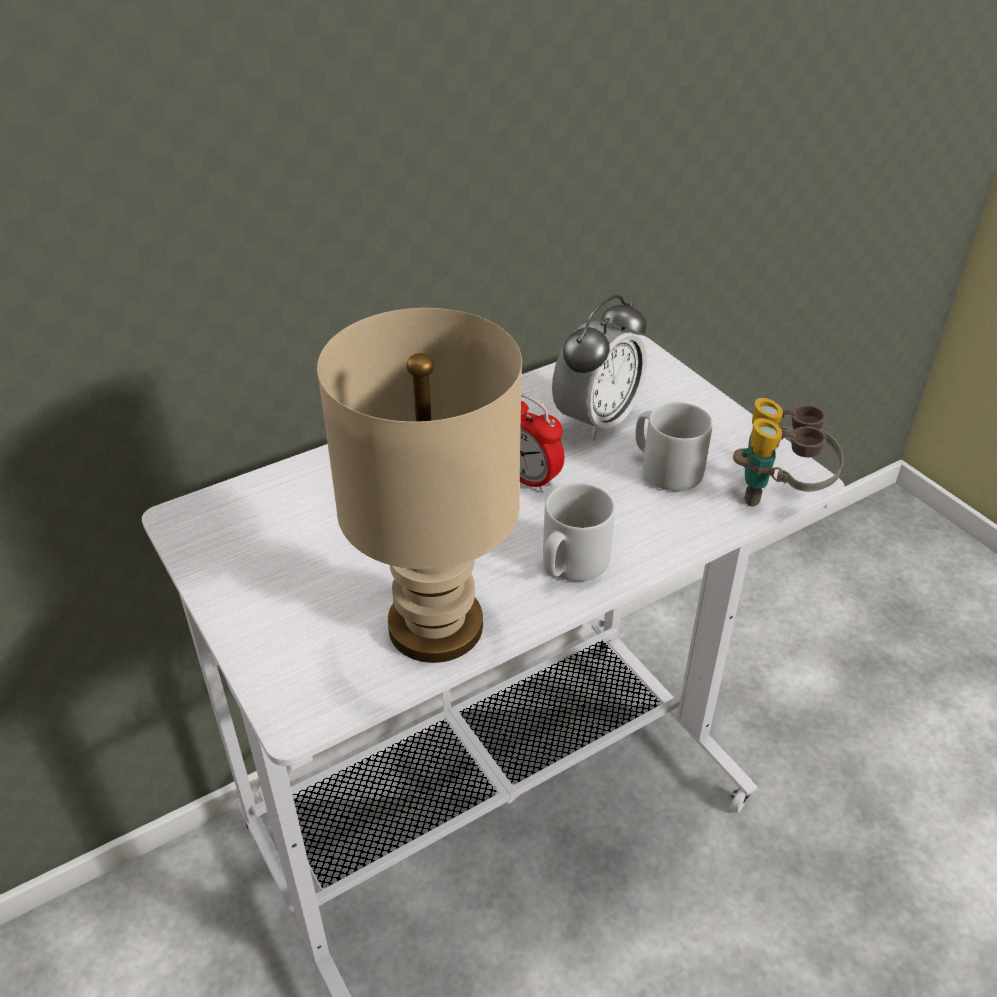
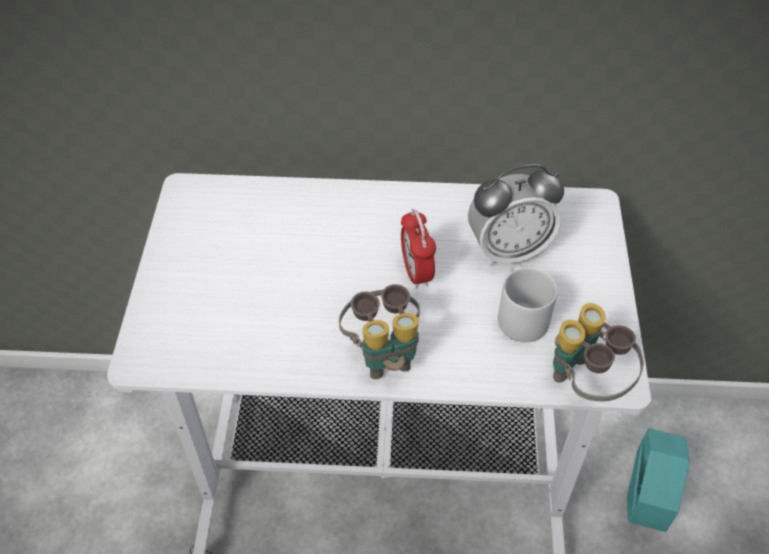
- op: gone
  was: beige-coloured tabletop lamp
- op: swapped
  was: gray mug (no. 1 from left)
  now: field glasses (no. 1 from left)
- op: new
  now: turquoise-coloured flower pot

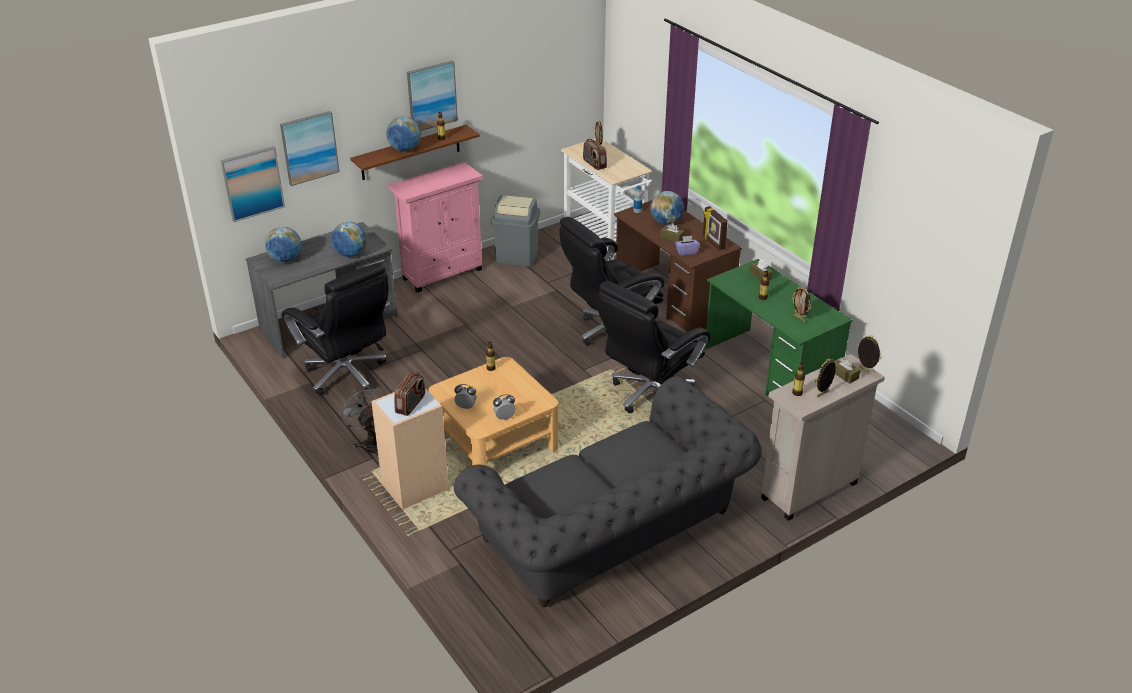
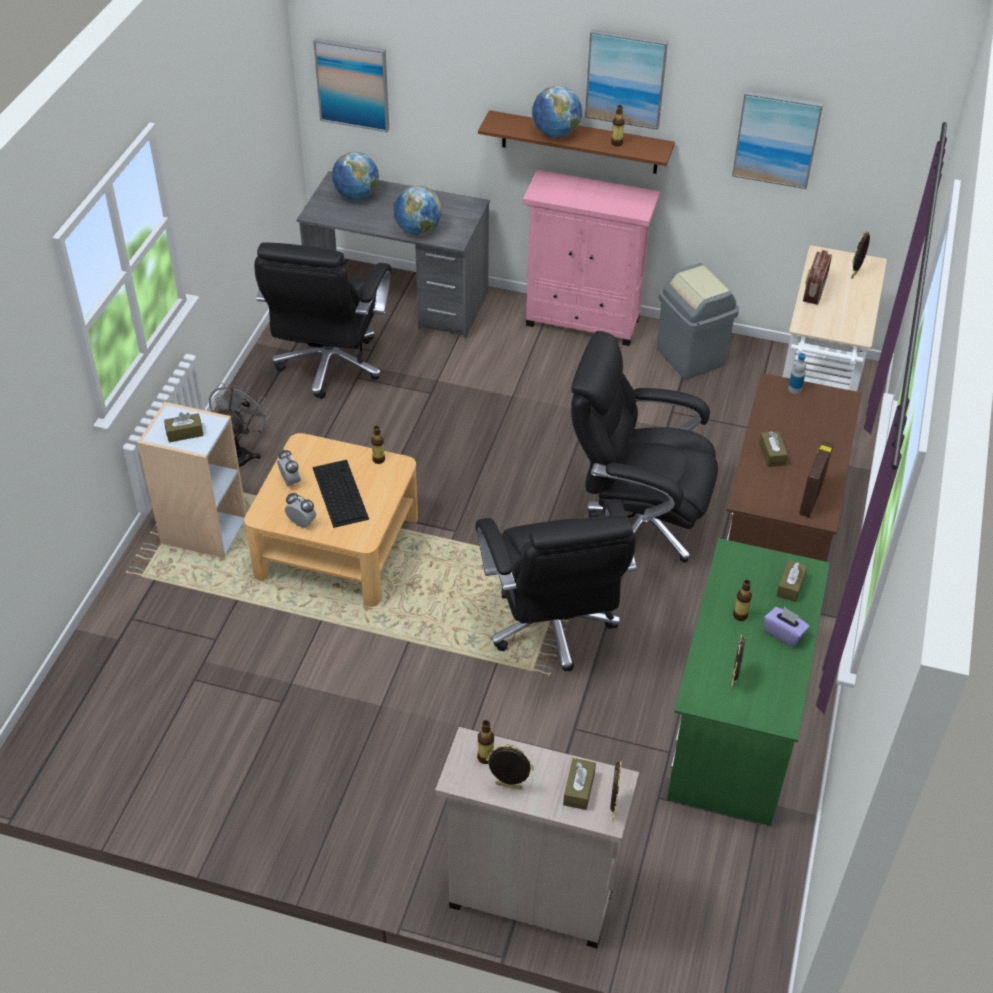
- op: shifted
  was: wall art (no. 2 from left in the first image)
  now: wall art (no. 3 from left)
- op: swapped
  was: radio (no. 1 from left)
  now: brown-coloured box of tissues (no. 1 from left)
- op: gone
  was: gray sofa
- op: rotated
  was: blackish computer chair (no. 3 from left in the first image)
  clockwise: -105
- op: gone
  was: desk globe (no. 4 from left)
- op: shifted
  was: purple-coloured box of tissues
- op: new
  now: computer keyboard

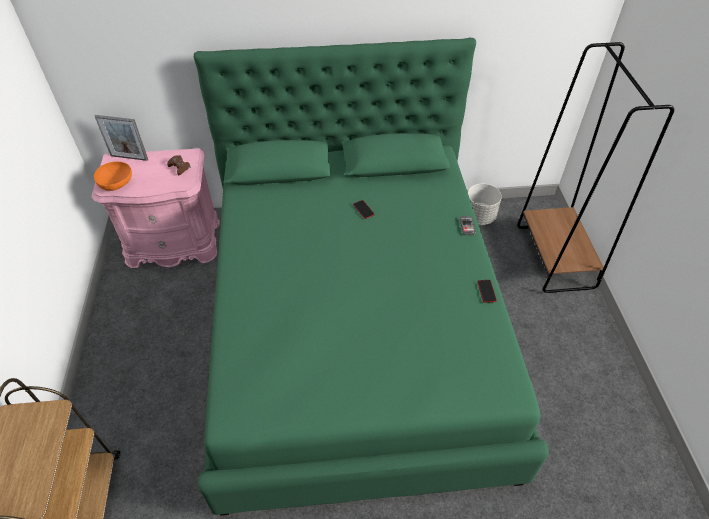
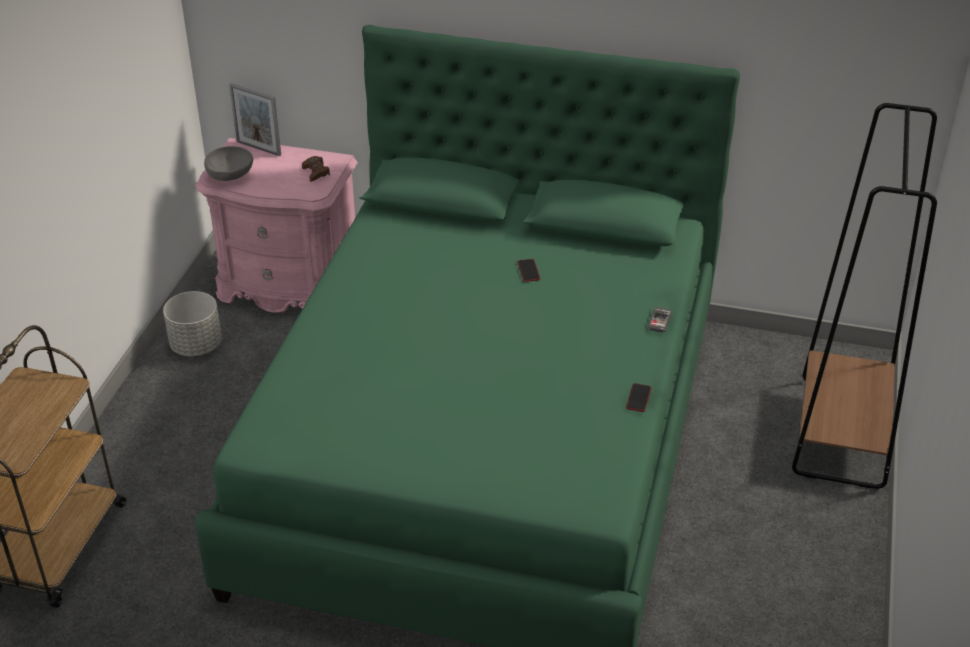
- op: repainted
  was: orange deep dish
  now: gray deep dish
- op: shifted
  was: gray flower pot

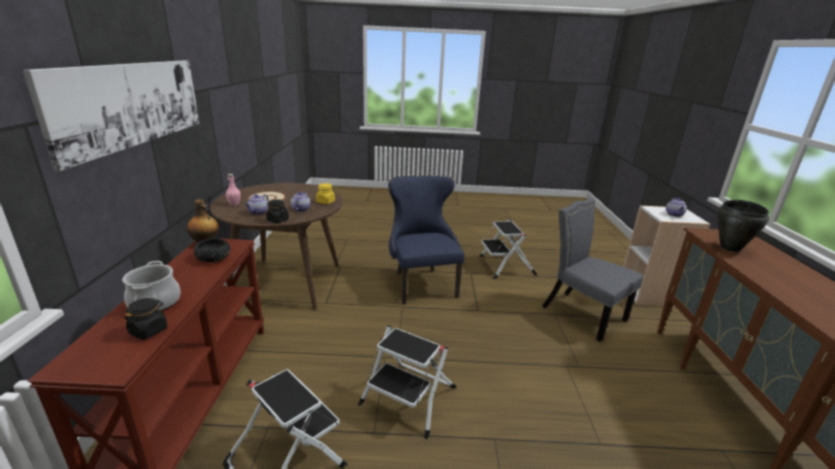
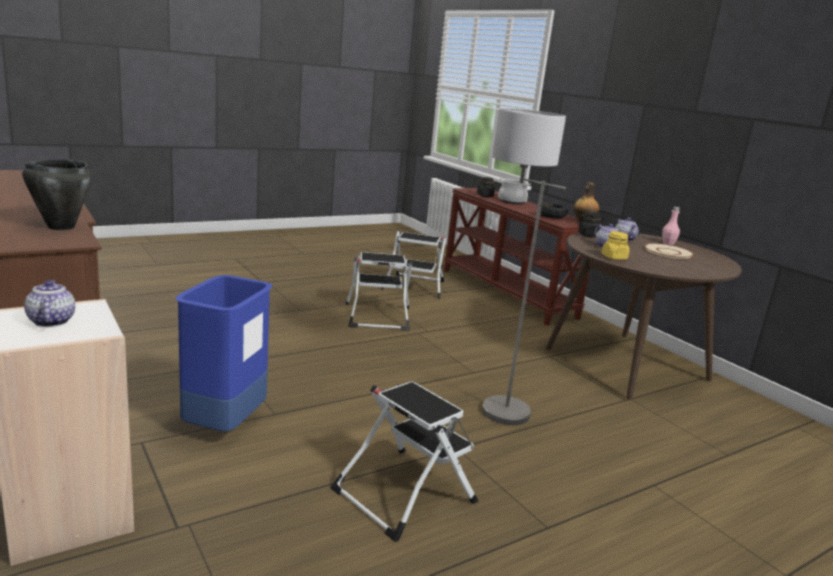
- op: gone
  was: wall art
- op: swapped
  was: bluish chair
  now: gray standing lamp
- op: swapped
  was: gray chair
  now: bluish waste bin

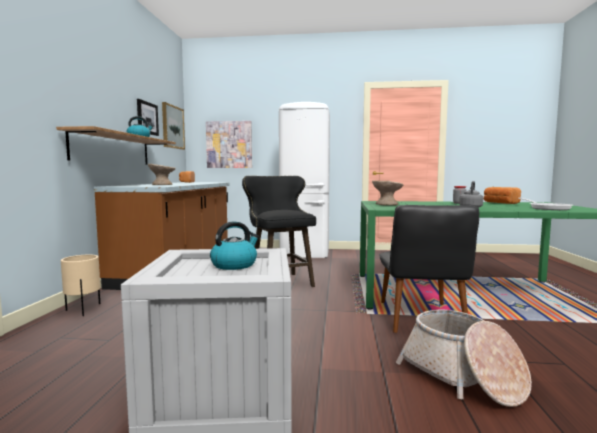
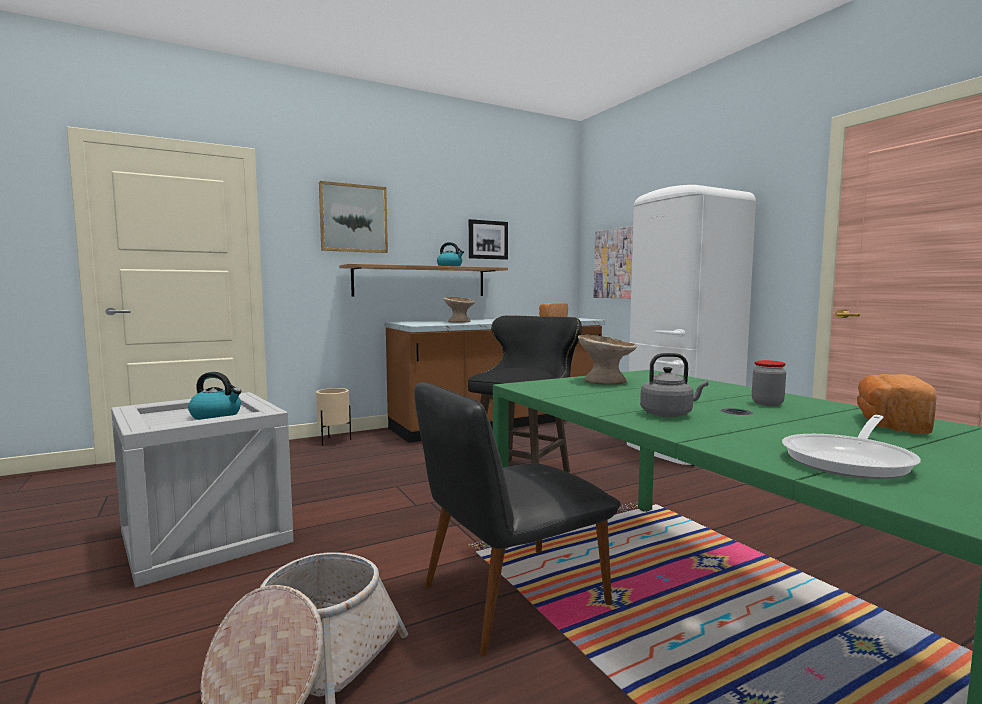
- op: shifted
  was: wall art (no. 2 from left in the first image)
  now: wall art (no. 1 from left)

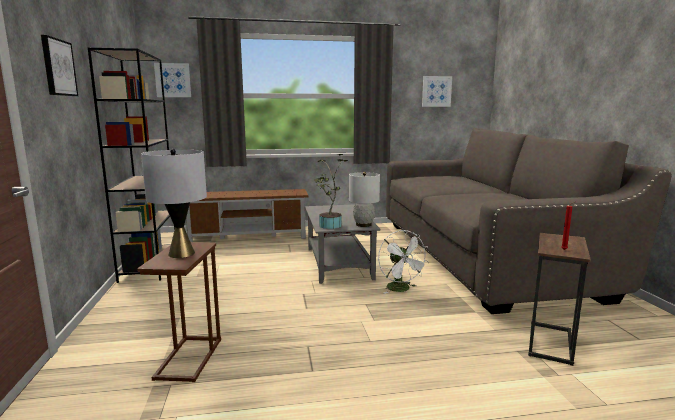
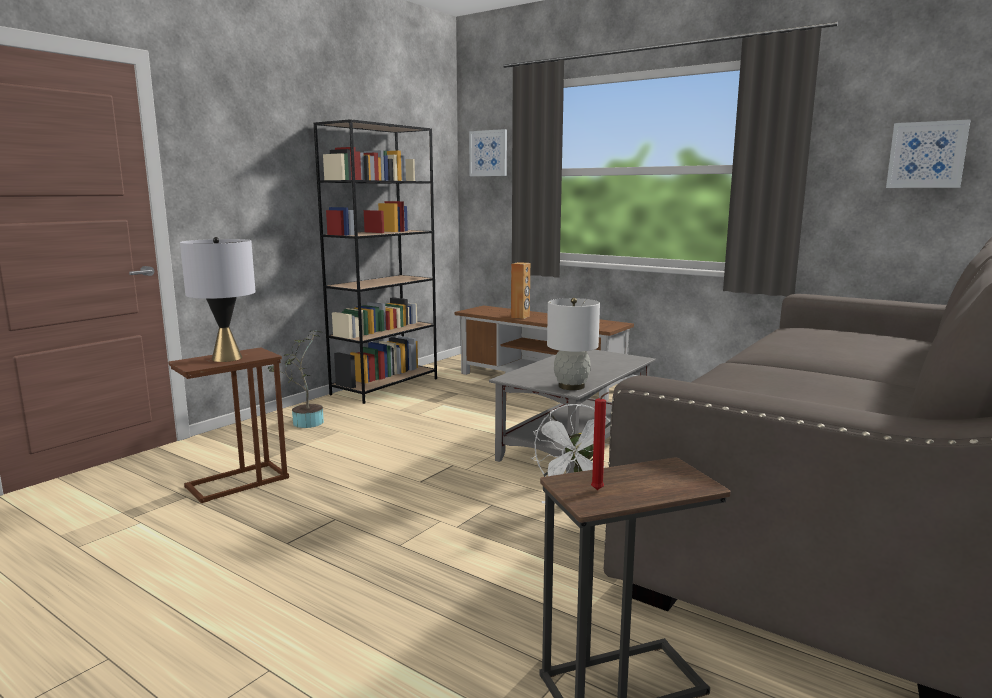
- op: gone
  was: wall art (no. 1 from left)
- op: shifted
  was: houseplant
- op: new
  now: brown-coloured speaker

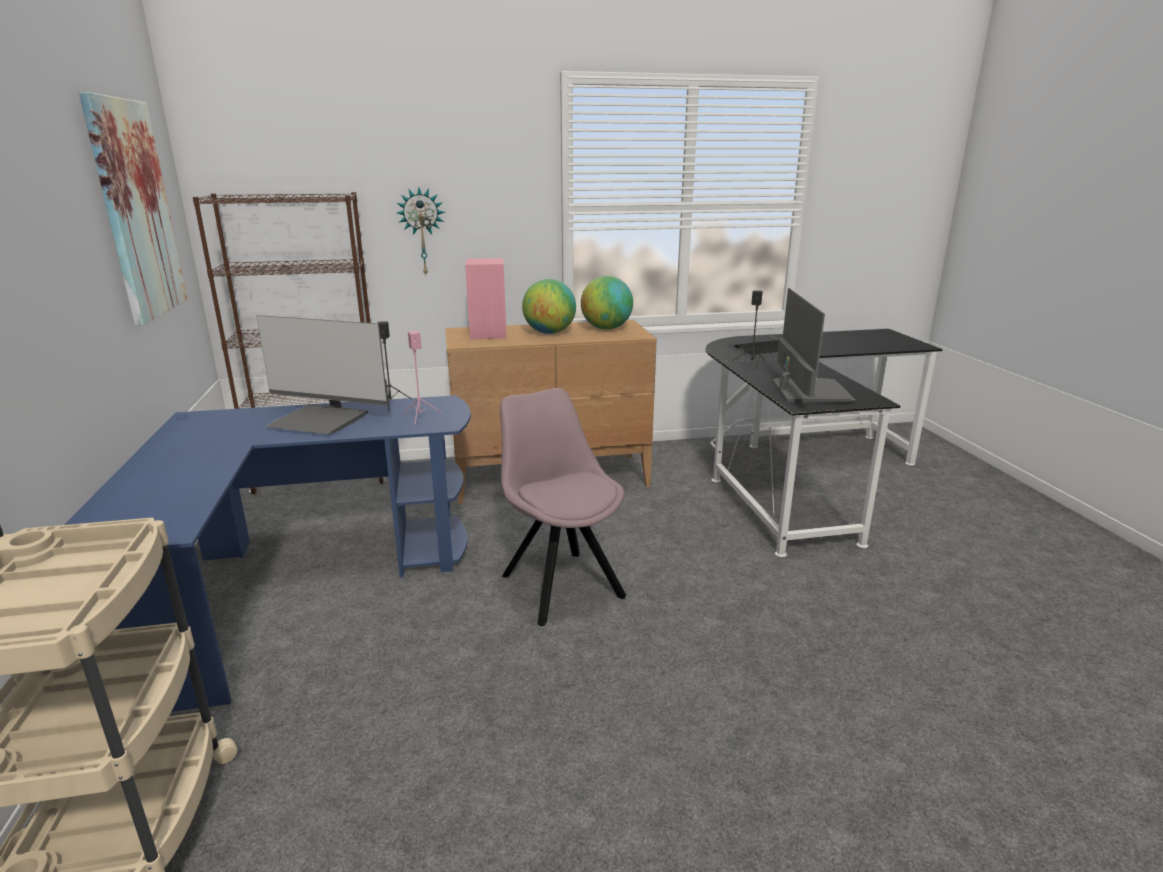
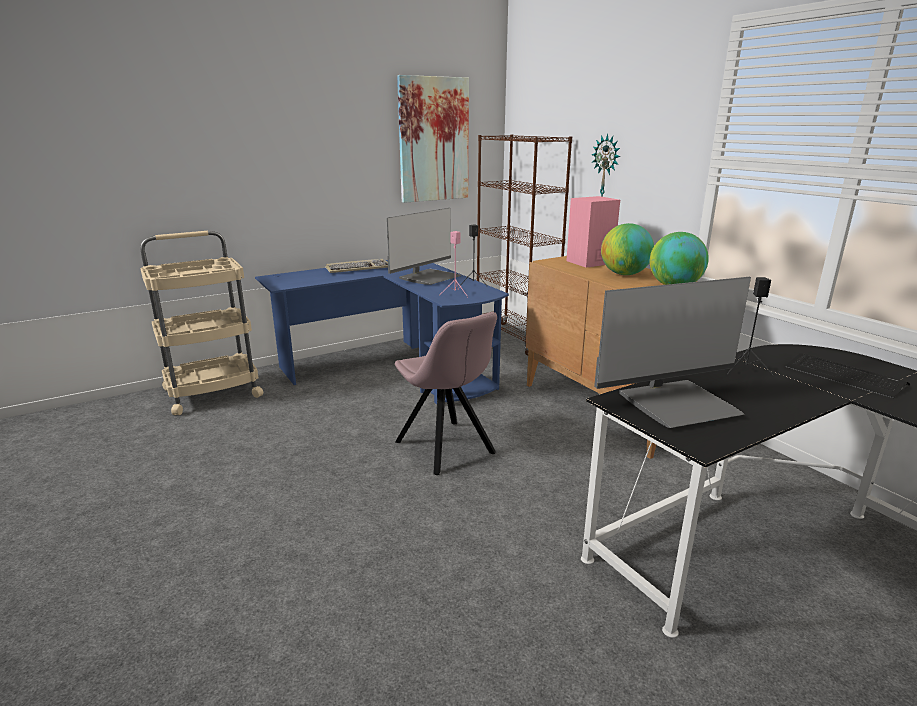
- op: rotated
  was: computer screen (no. 1 from left)
  clockwise: -135
- op: rotated
  was: pink chair
  clockwise: 105
- op: new
  now: computer keyboard (no. 1 from left)

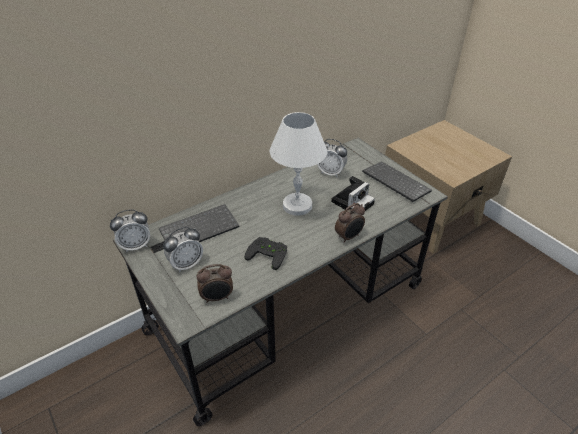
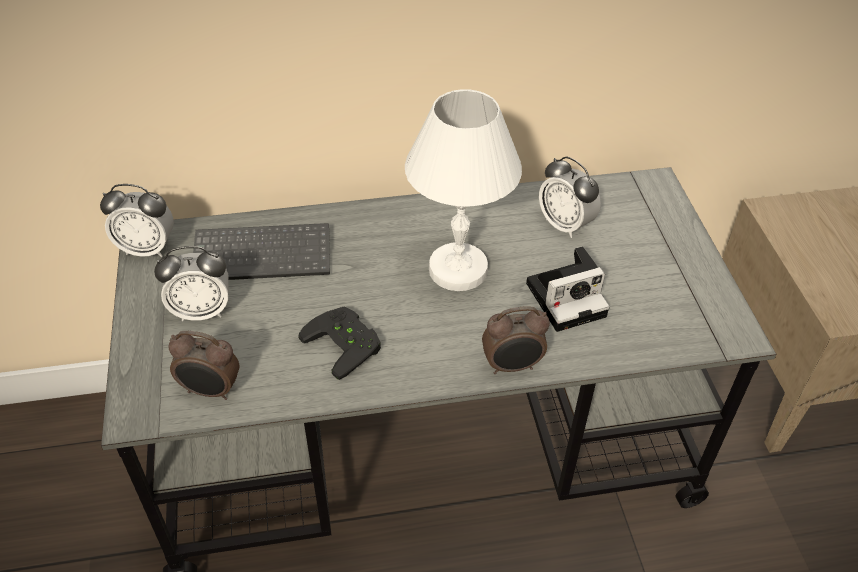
- op: gone
  was: computer keyboard (no. 2 from left)

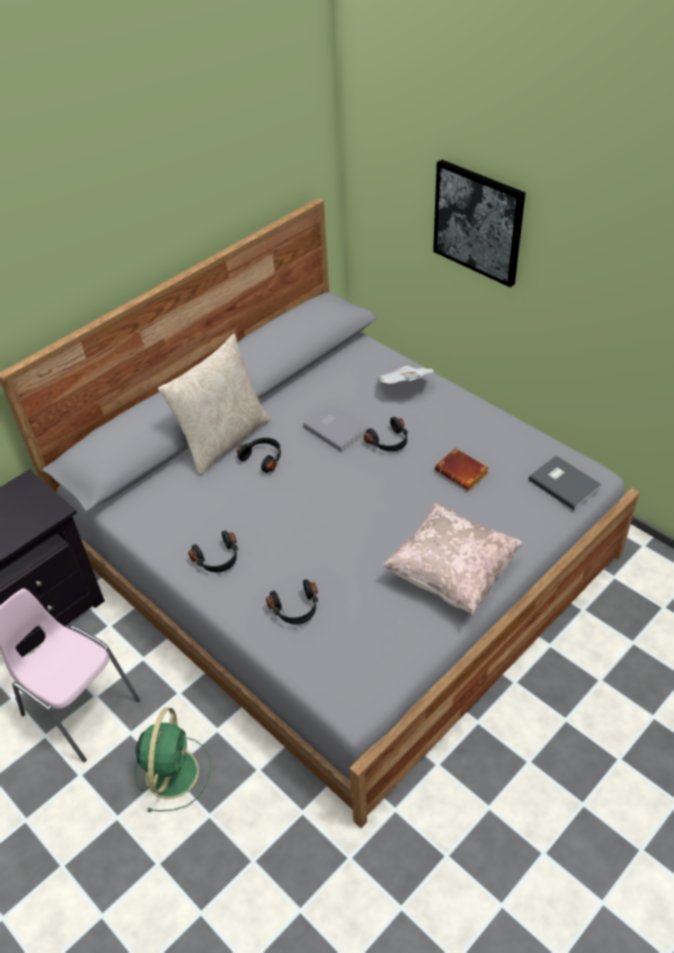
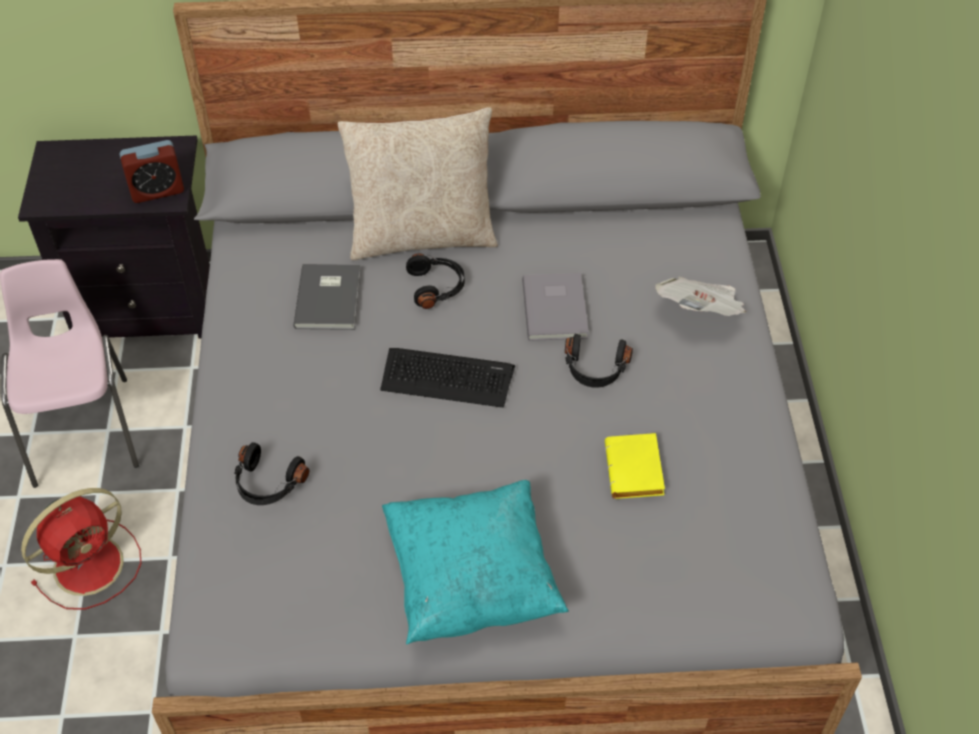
- op: repainted
  was: greenish electric fan
  now: red electric fan
- op: gone
  was: blackish pair of headphones (no. 1 from left)
- op: repainted
  was: beige-coloured cushion (no. 2 from left)
  now: turquoise-coloured cushion
- op: gone
  was: wall art
- op: repainted
  was: brown-coloured volume
  now: yellow-coloured volume
- op: shifted
  was: gray volume (no. 2 from left in the first image)
  now: gray volume (no. 1 from left)
- op: new
  now: table clock
- op: new
  now: computer keyboard

